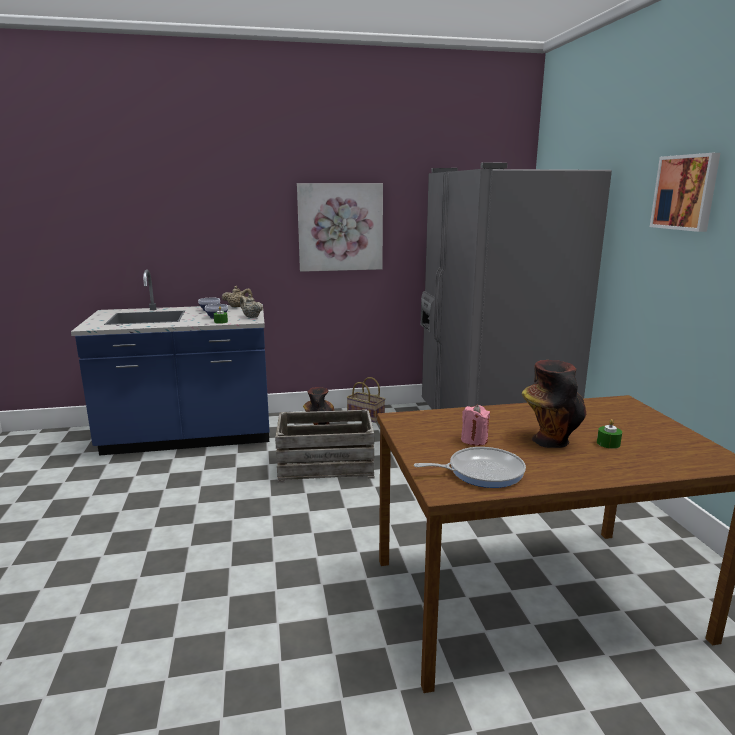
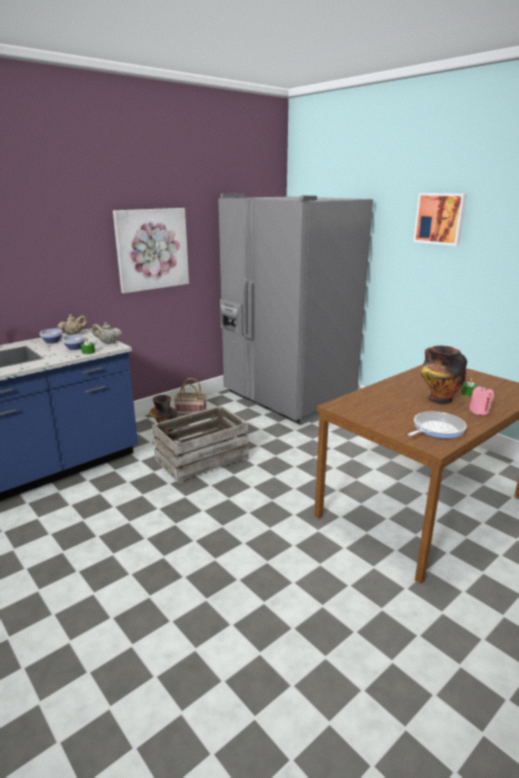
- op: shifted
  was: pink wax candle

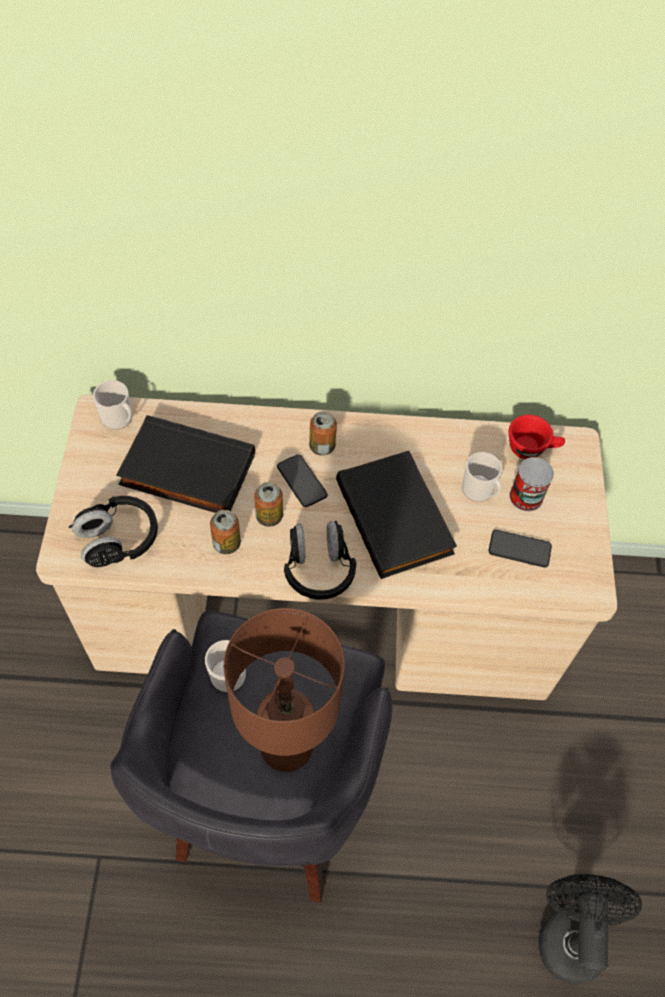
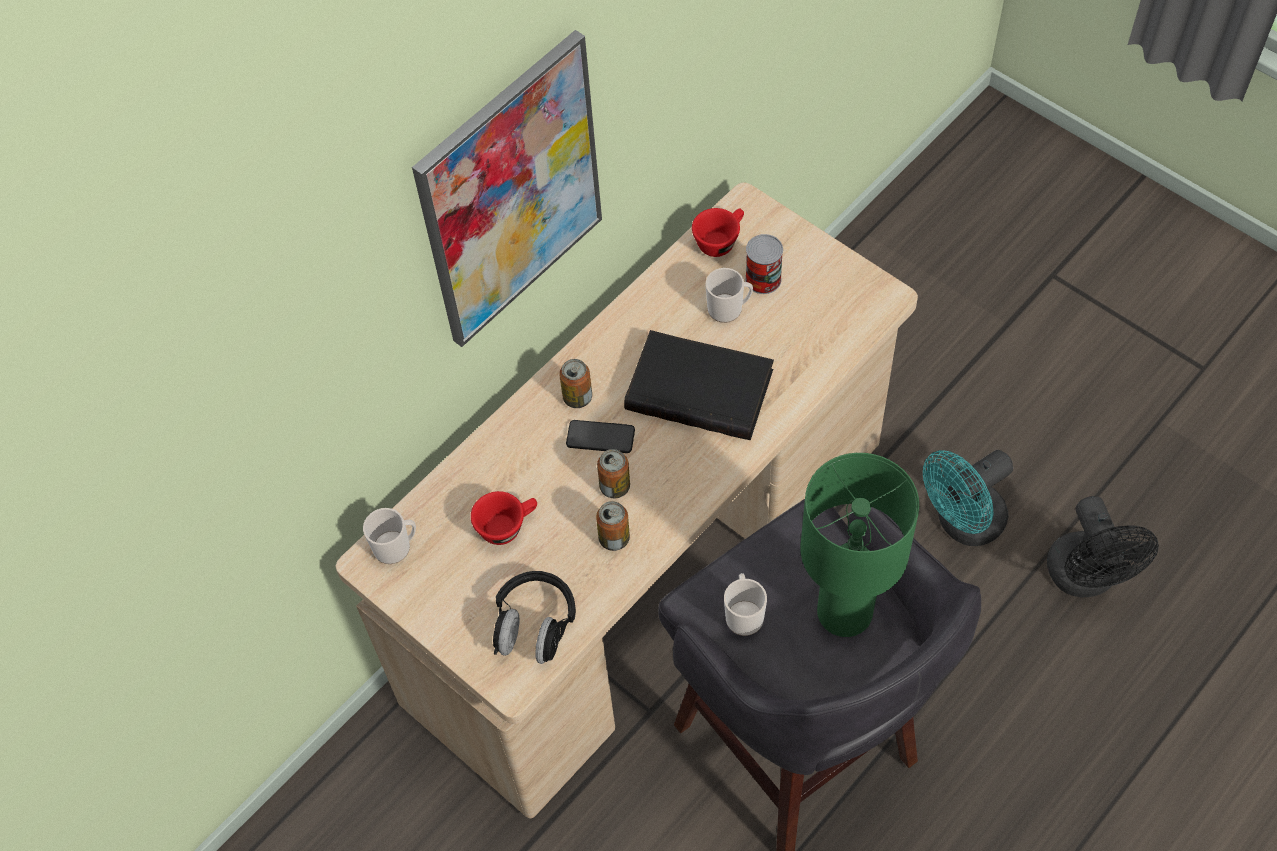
- op: swapped
  was: blackish volume (no. 1 from left)
  now: red drinking cup (no. 1 from left)
- op: repainted
  was: brown-coloured tabletop lamp
  now: greenish tabletop lamp
- op: gone
  was: blackish pair of headphones (no. 2 from left)
- op: gone
  was: handset (no. 2 from left)
- op: rotated
  was: blackish electric fan
  clockwise: -150
- op: new
  now: wall art
- op: new
  now: turquoise-coloured electric fan

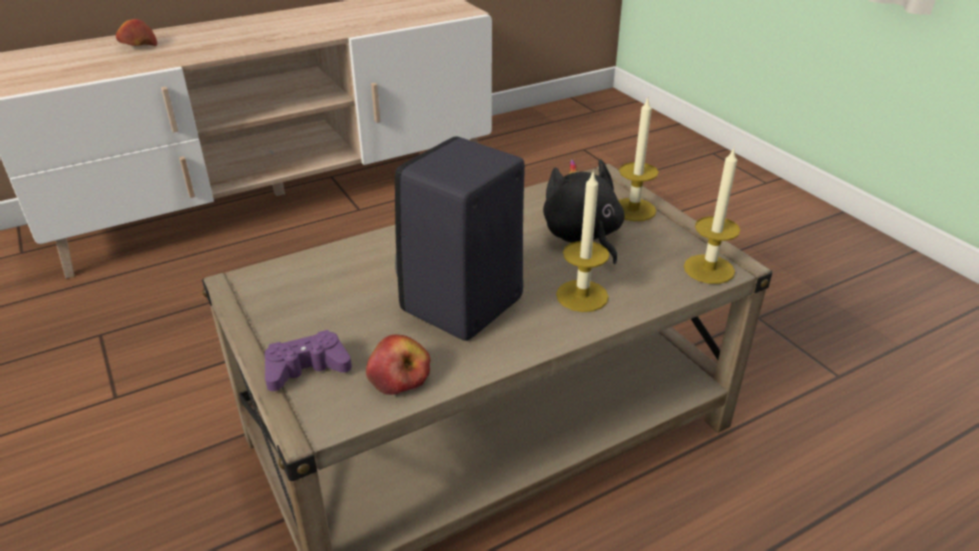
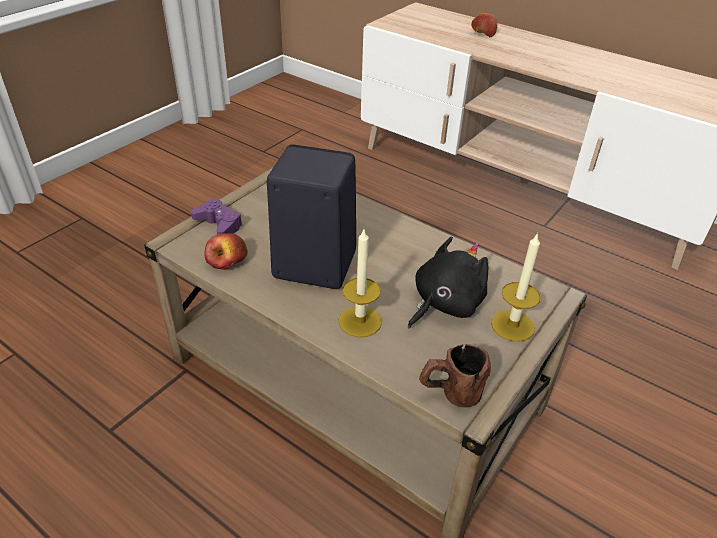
- op: swapped
  was: wax candle (no. 3 from left)
  now: brown-coloured mug

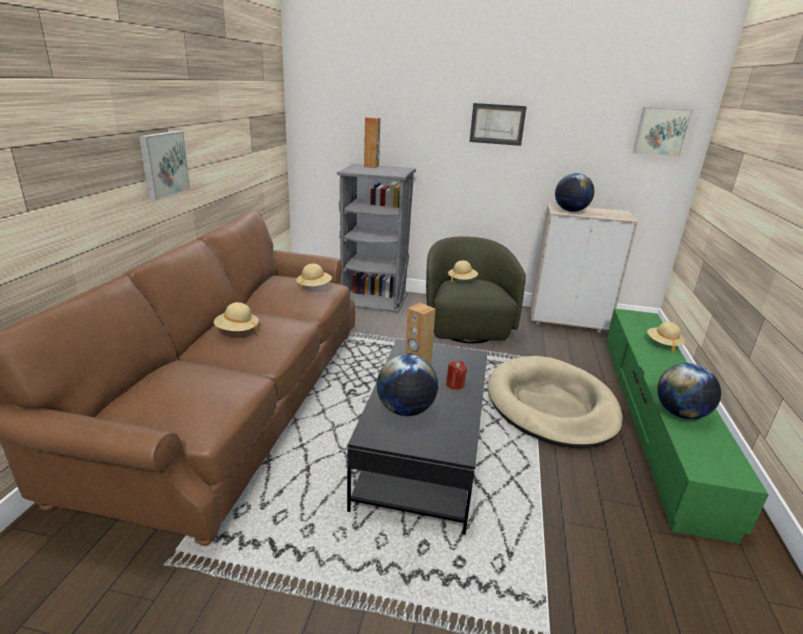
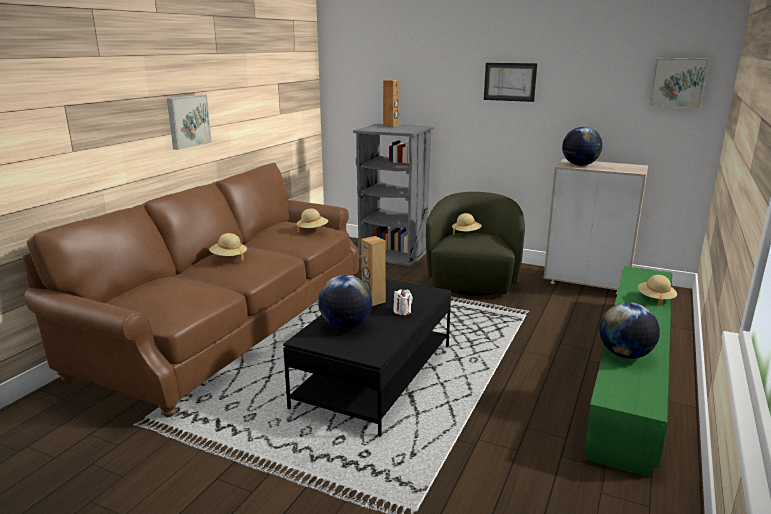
- op: repainted
  was: red wax candle
  now: white wax candle
- op: gone
  was: beige-coloured pet bed

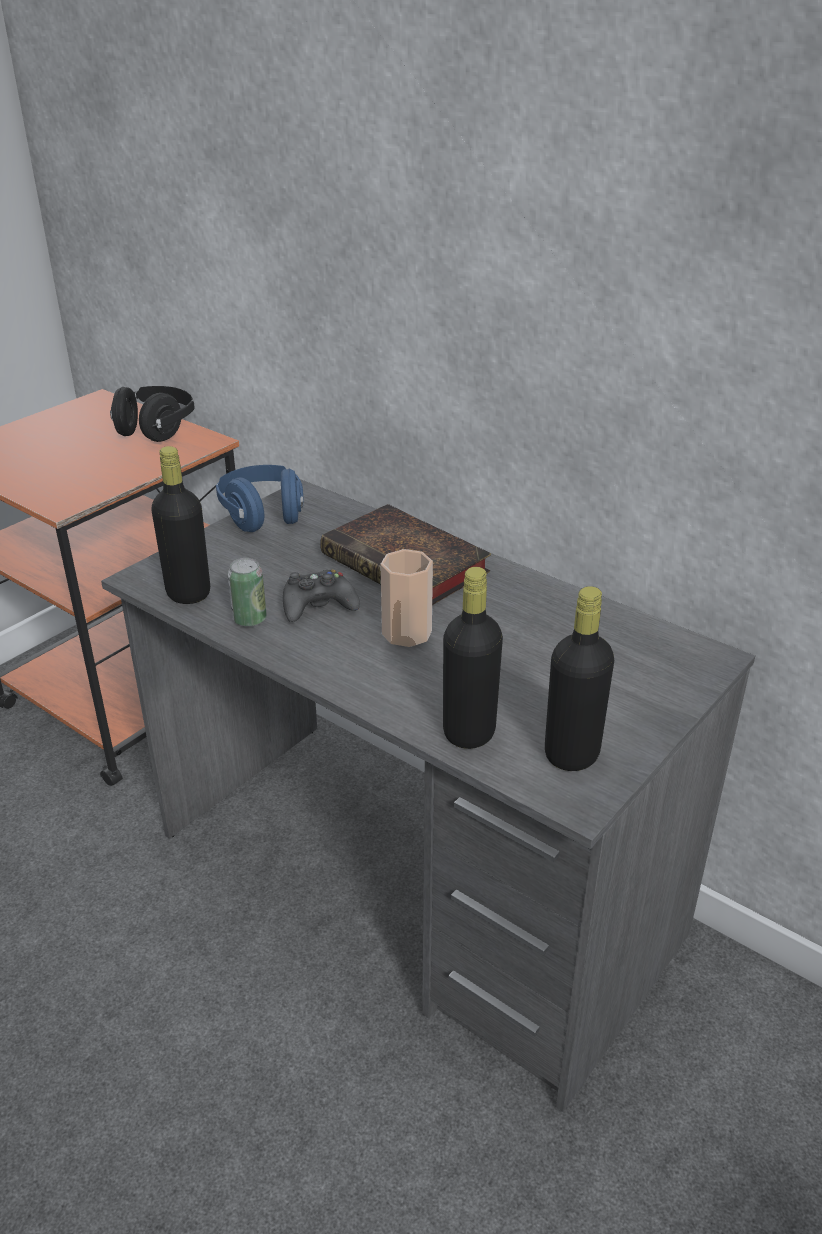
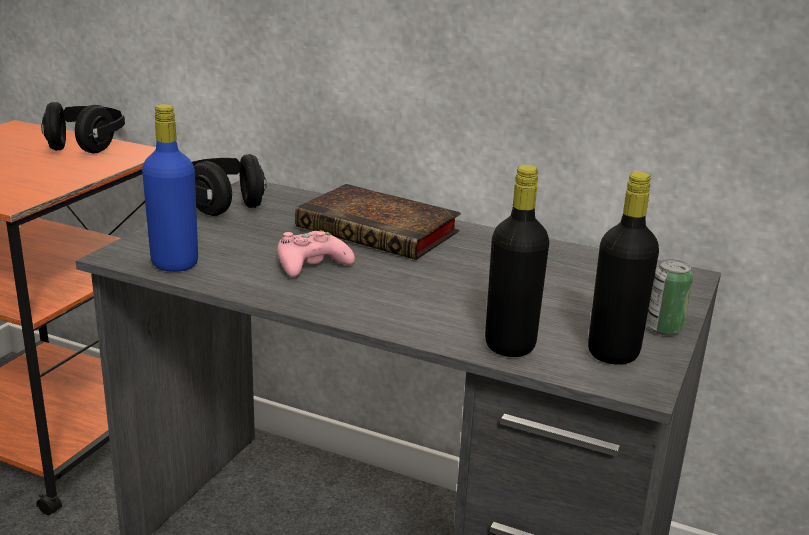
- op: repainted
  was: blackish bottle (no. 1 from left)
  now: bluish bottle
- op: repainted
  was: bluish pair of headphones
  now: blackish pair of headphones (no. 2 from left)
- op: shifted
  was: can
- op: repainted
  was: blackish game controller
  now: pink game controller
- op: gone
  was: drinking cup

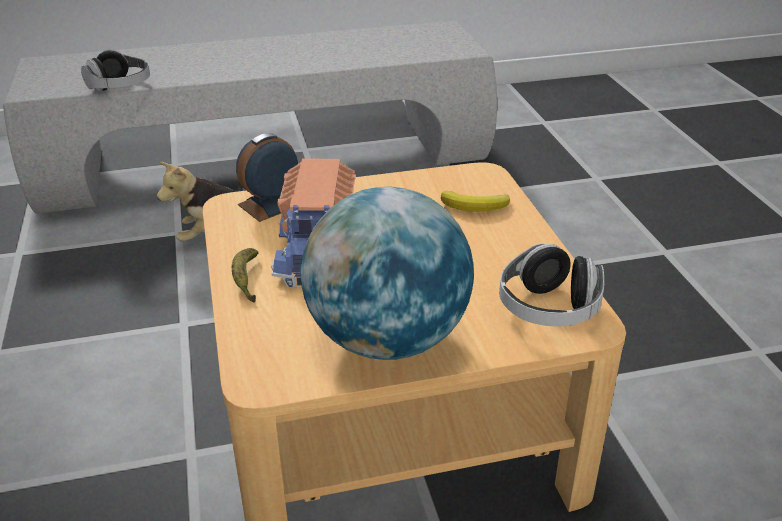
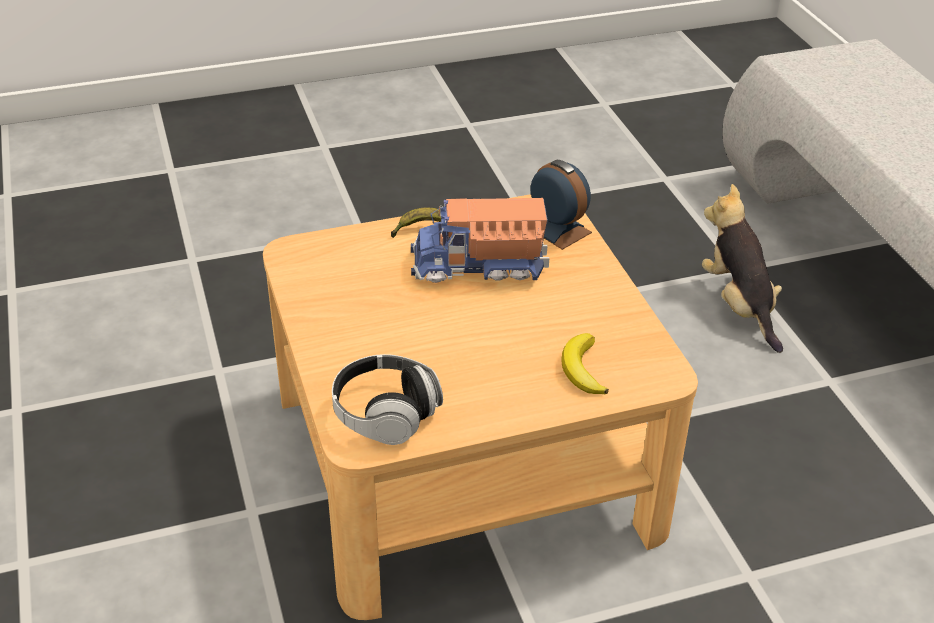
- op: gone
  was: pair of headphones (no. 1 from left)
- op: gone
  was: desk globe

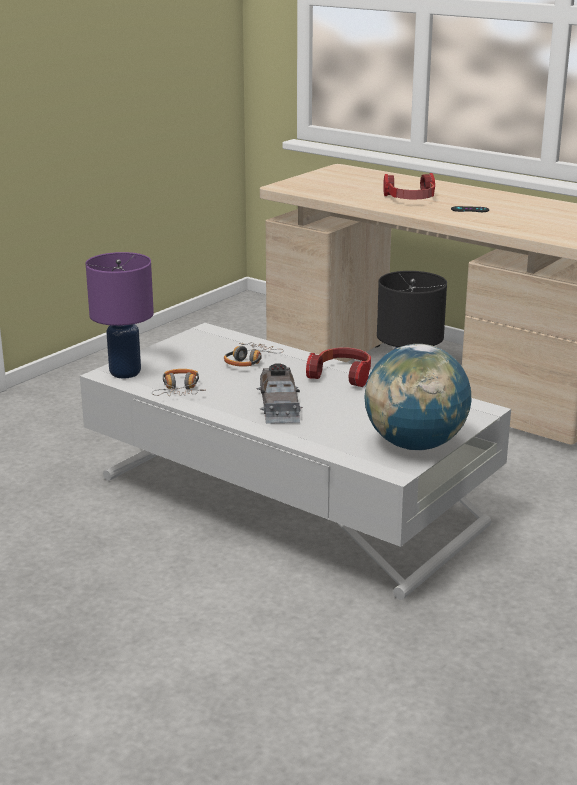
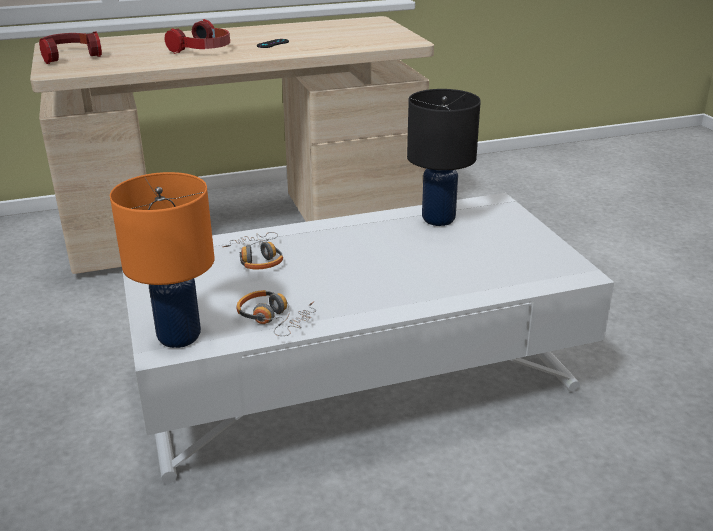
- op: repainted
  was: purple-coloured tabletop lamp
  now: orange tabletop lamp
- op: gone
  was: gray toy car
- op: shifted
  was: pair of headphones (no. 3 from left in the first image)
  now: pair of headphones (no. 1 from left)
- op: gone
  was: desk globe

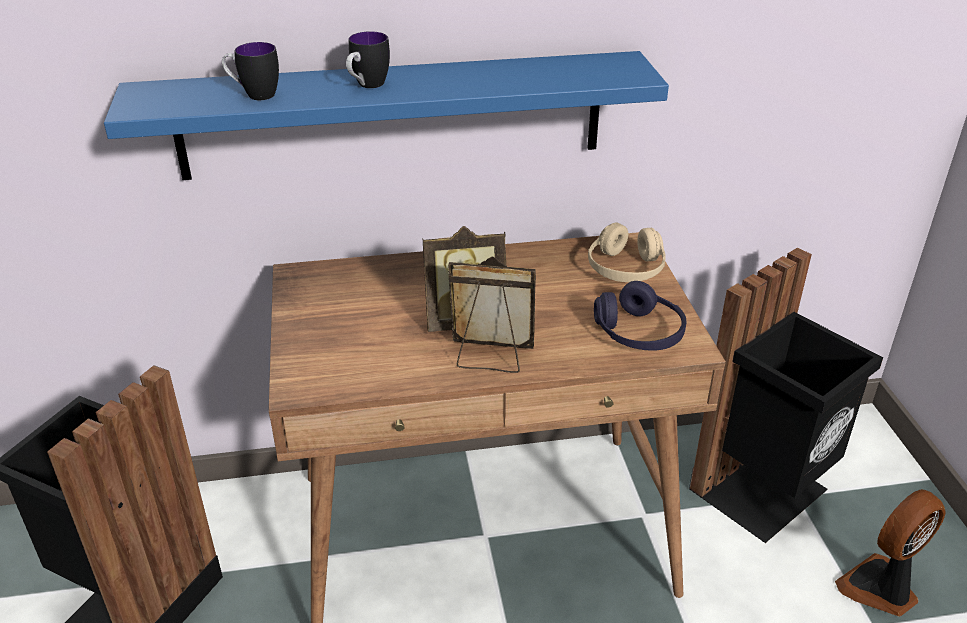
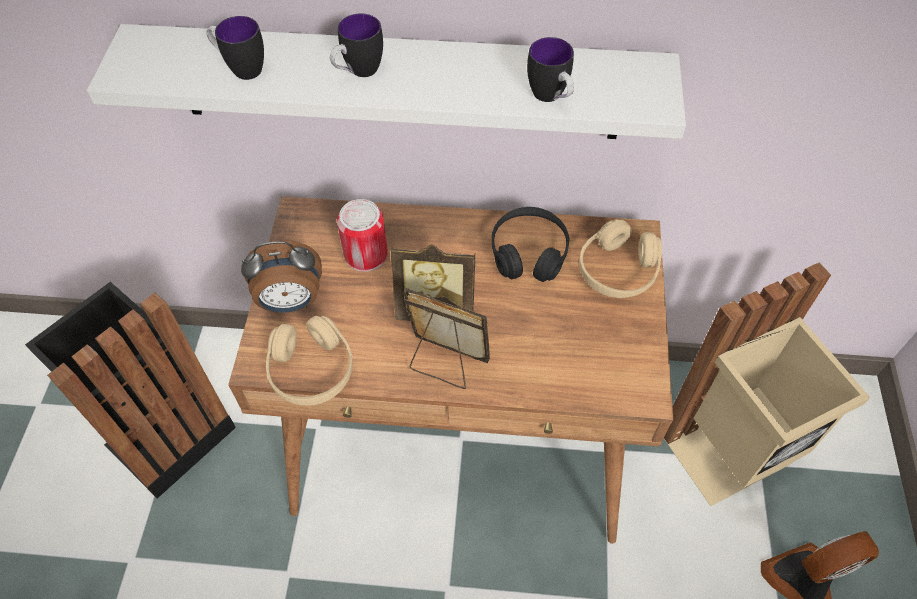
- op: repainted
  was: bluish wall shelf
  now: white wall shelf
- op: gone
  was: purple-coloured pair of headphones
- op: repainted
  was: blackish waste bin (no. 2 from left)
  now: beige-coloured waste bin
- op: new
  now: table clock
- op: new
  now: beige-coloured pair of headphones (no. 1 from left)
- op: new
  now: can
- op: new
  now: blackish pair of headphones
- op: new
  now: mug (no. 3 from left)

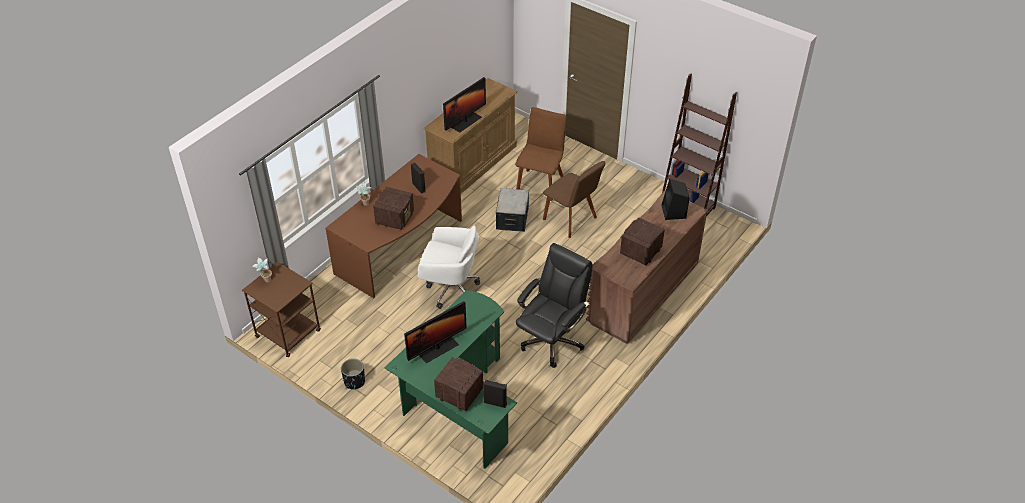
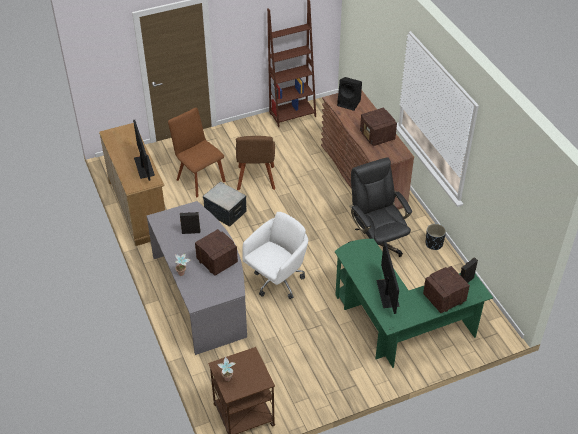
- op: repainted
  was: brown-coloured desk table
  now: gray desk table
- op: shifted
  was: blackish flower pot
- op: rotated
  was: brown-coloured chair (no. 2 from left)
  clockwise: 105

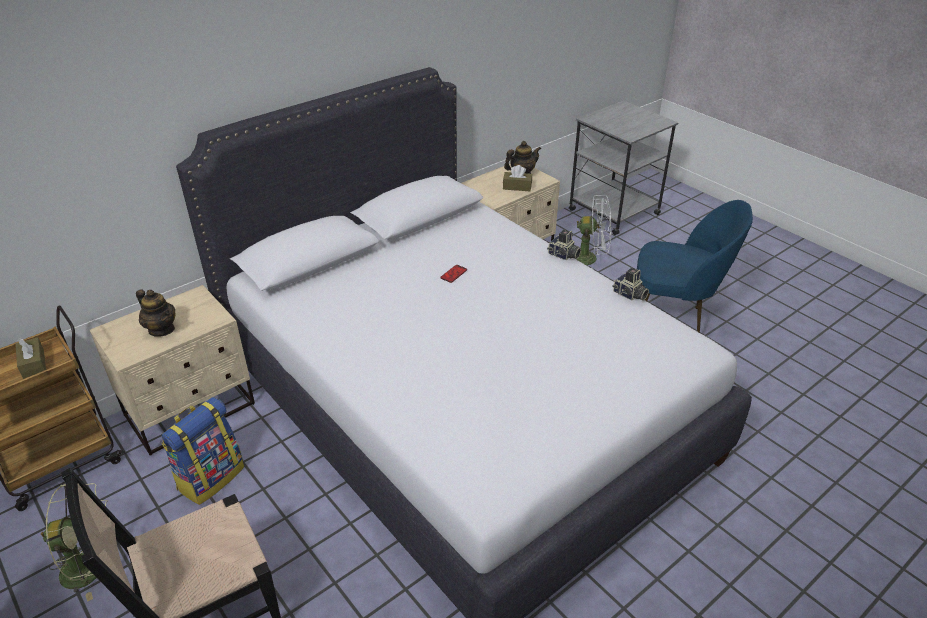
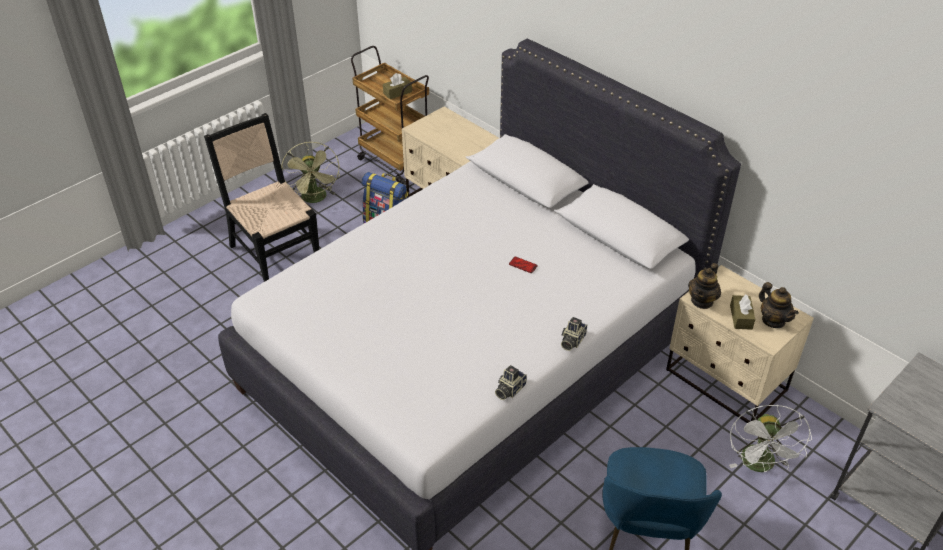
- op: shifted
  was: tea pot (no. 1 from left)

